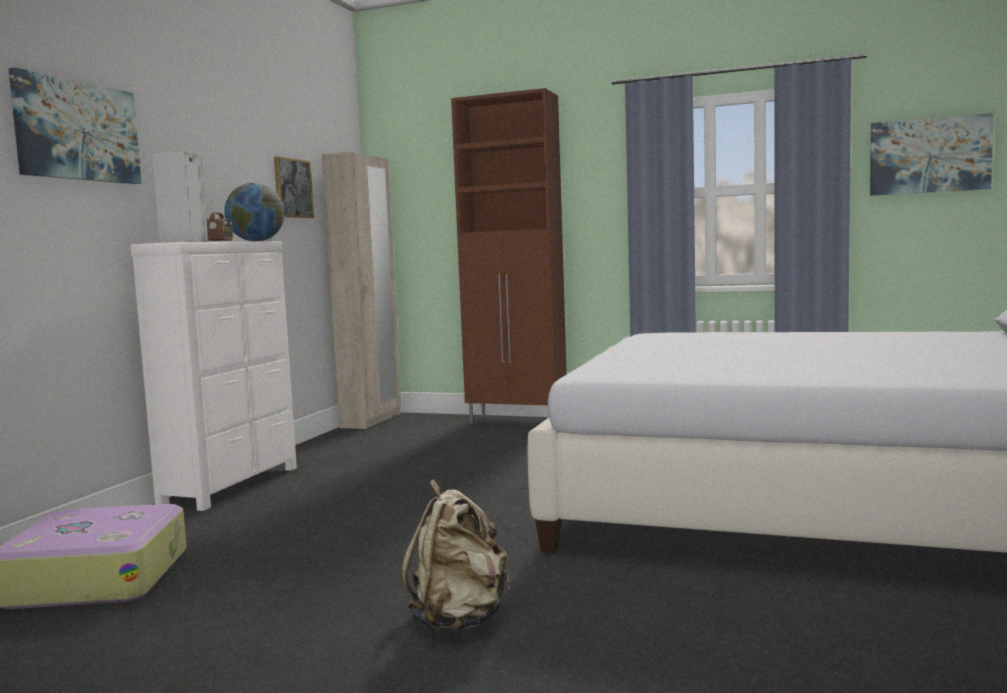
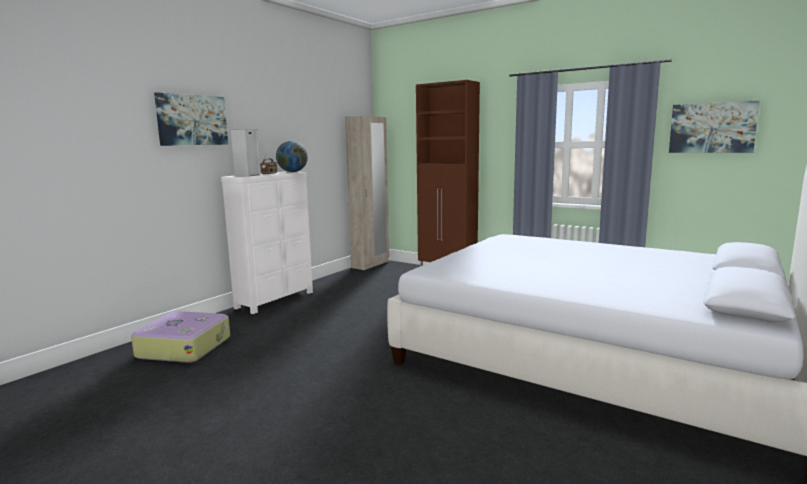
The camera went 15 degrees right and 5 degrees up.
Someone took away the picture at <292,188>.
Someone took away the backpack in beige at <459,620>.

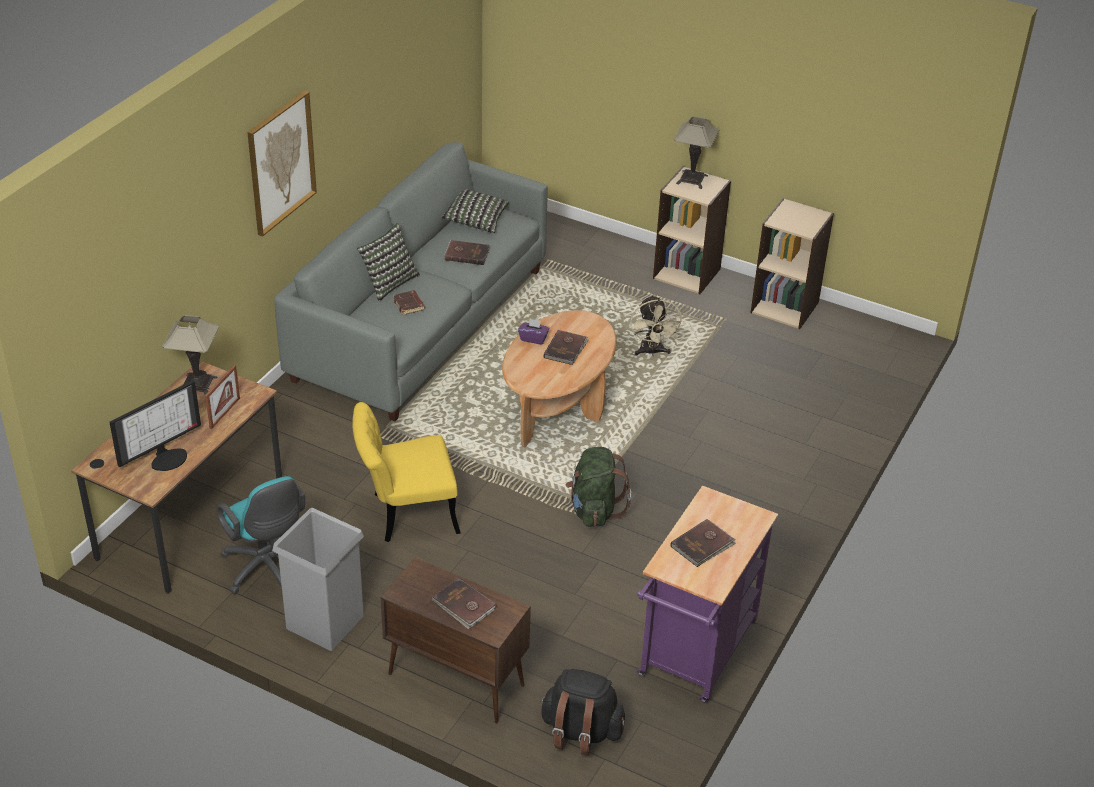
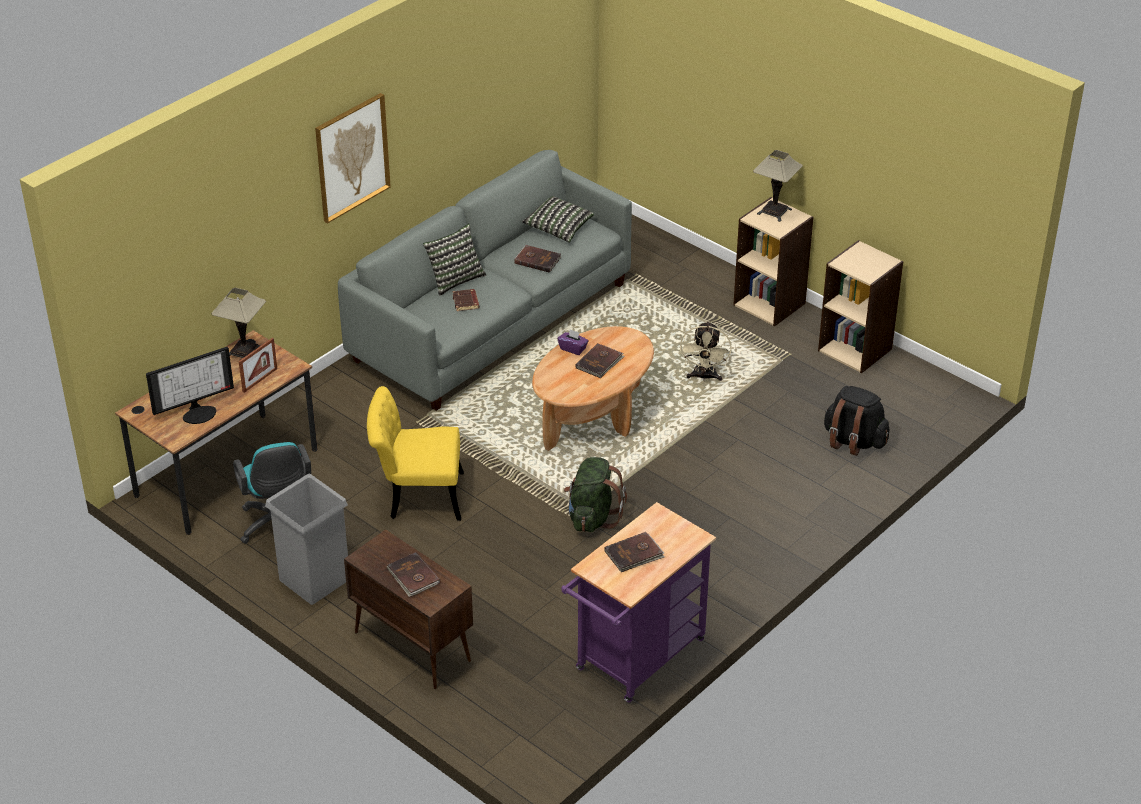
The camera went 15 degrees right and 0 degrees up.
Someone carried the backpack in black from <580,732> to <853,441>.

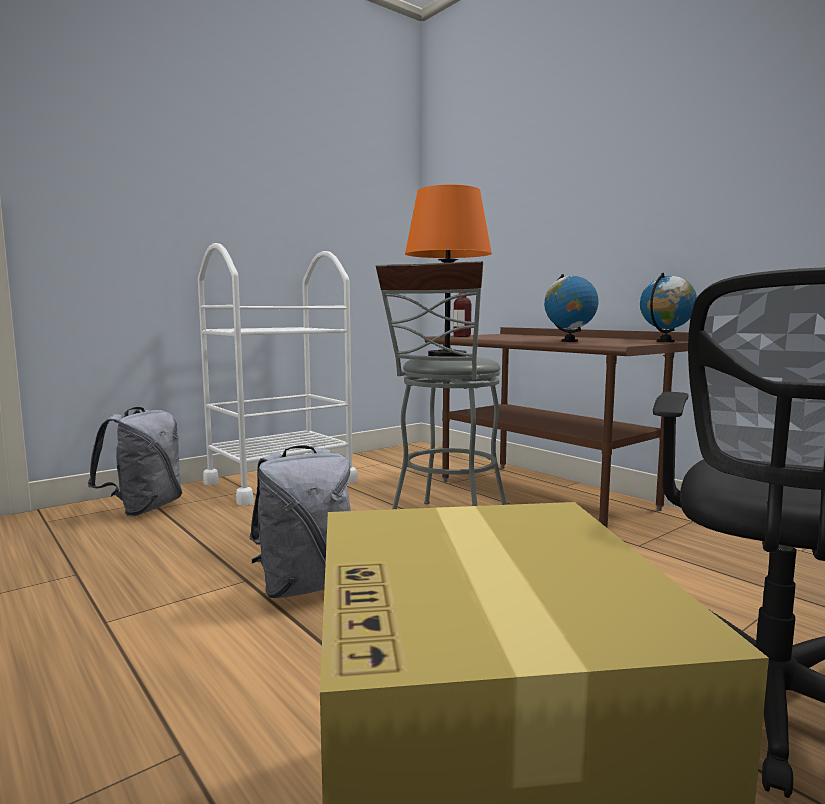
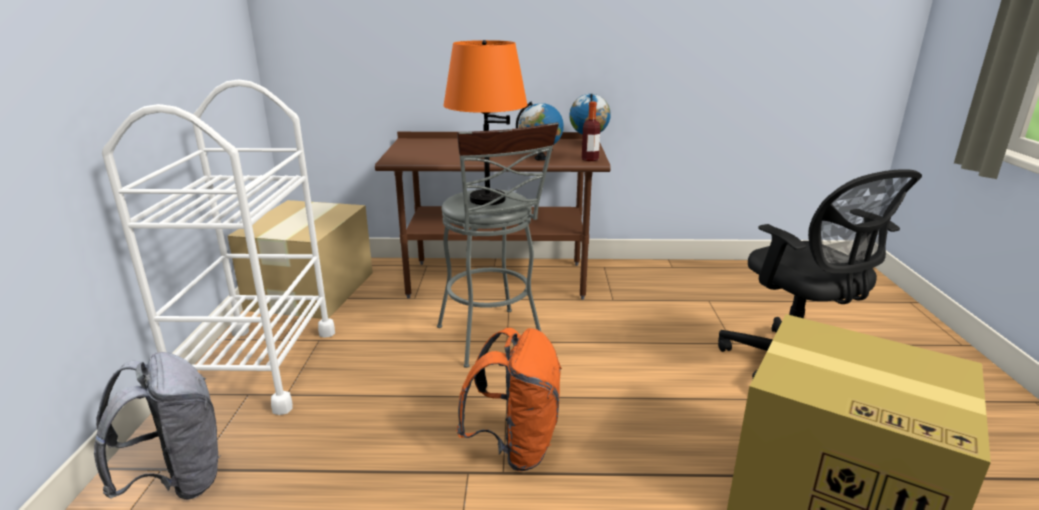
The camera went 50 degrees left and 15 degrees up.
Someone repainted the backpack in grey at <305,586>, which became the backpack in orange at <515,447>.
Someone carried the bottle from <462,336> to <590,159>.
Someone put down the cardboard box at <313,289>.

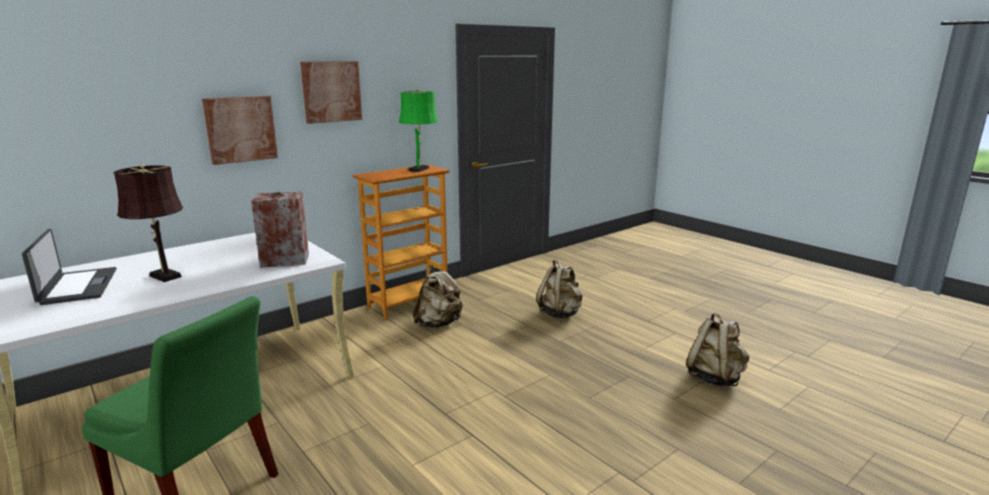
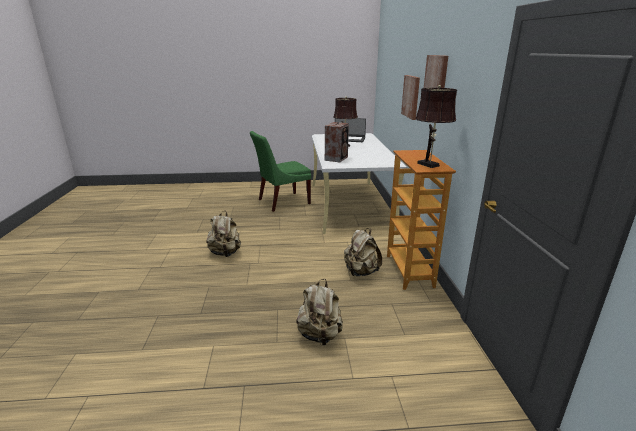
The camera went 125 degrees right and 5 degrees up.
Someone repainted the table lamp in green at <420,169>, which became the table lamp in brown at <429,165>.
Someone carried the backpack in beige from <714,378> to <225,253>.

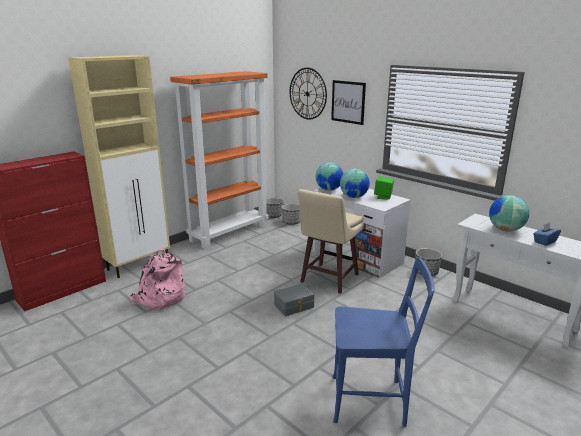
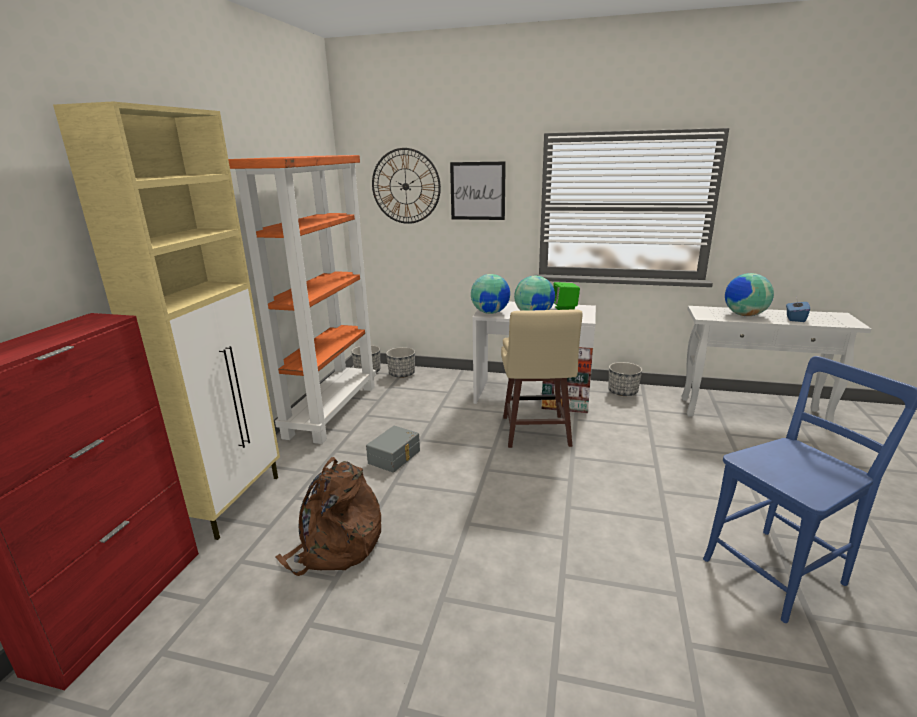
The camera went 30 degrees left and 0 degrees up.
Someone repainted the backpack in pink at <160,298>, which became the backpack in brown at <335,546>.
Someone carried the storage box in grey from <294,306> to <395,457>.

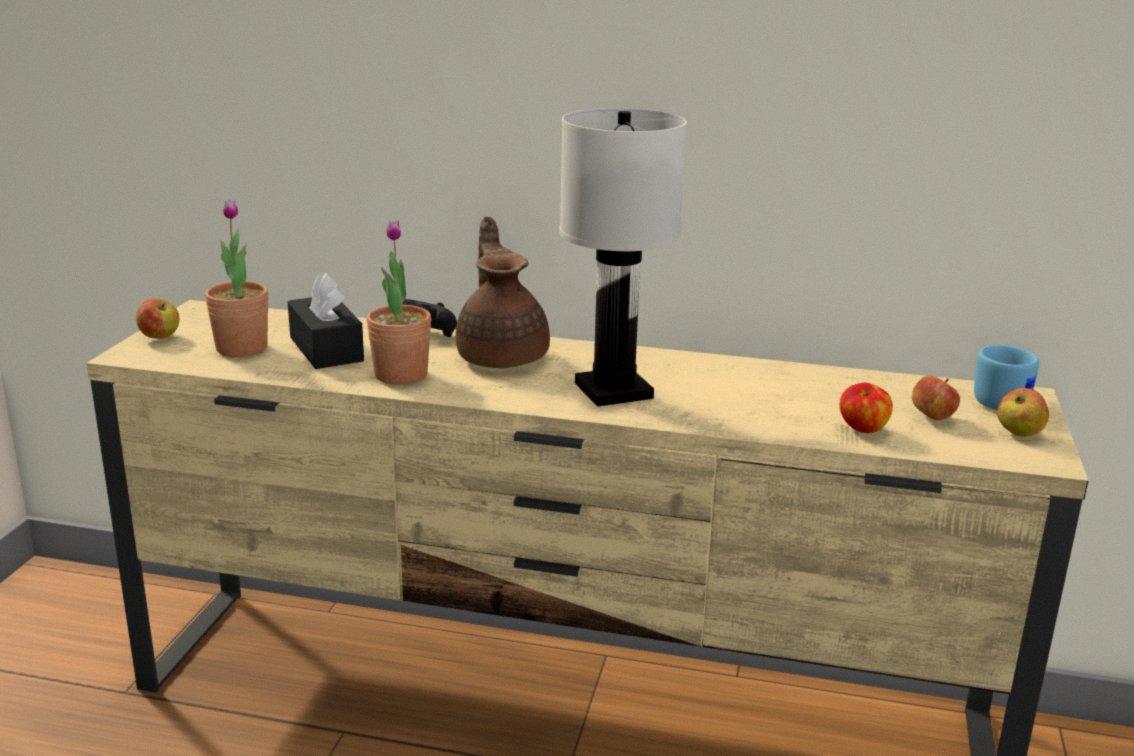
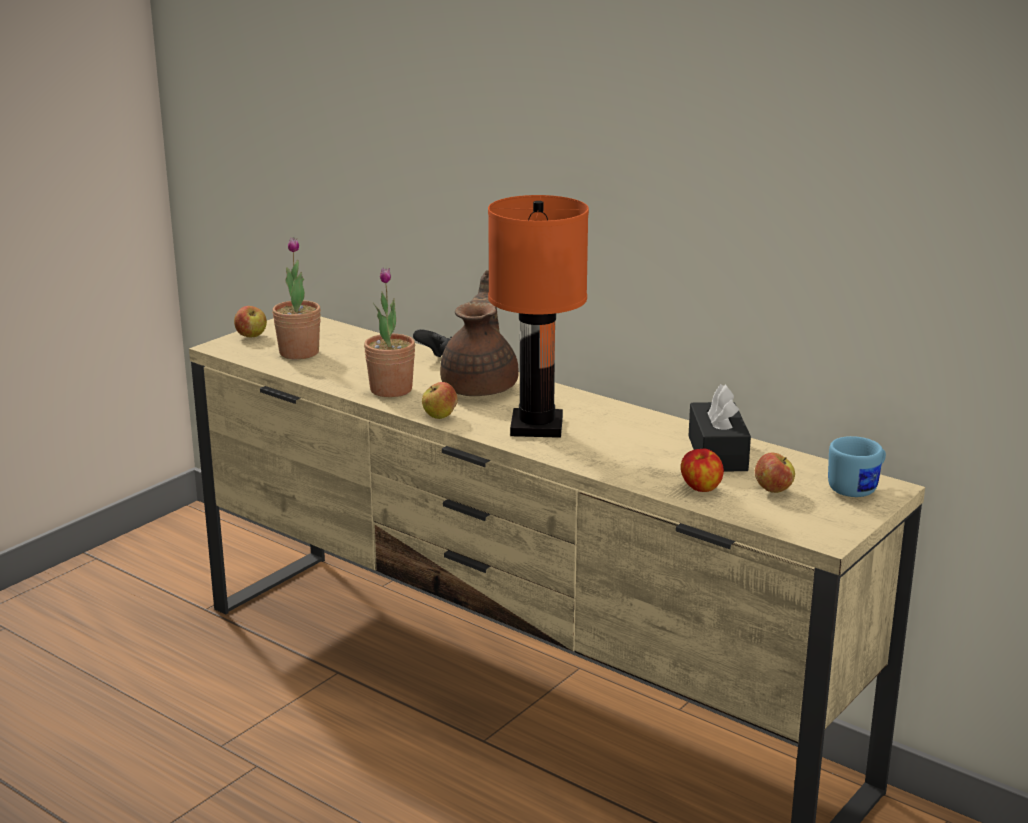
The camera went 25 degrees right and 0 degrees up.
Someone carried the tissue box in black from <326,349> to <717,453>.
Someone repainted the table lamp in white at <613,391>, which became the table lamp in orange at <535,427>.
Someone carried the apple from <1019,433> to <440,416>.

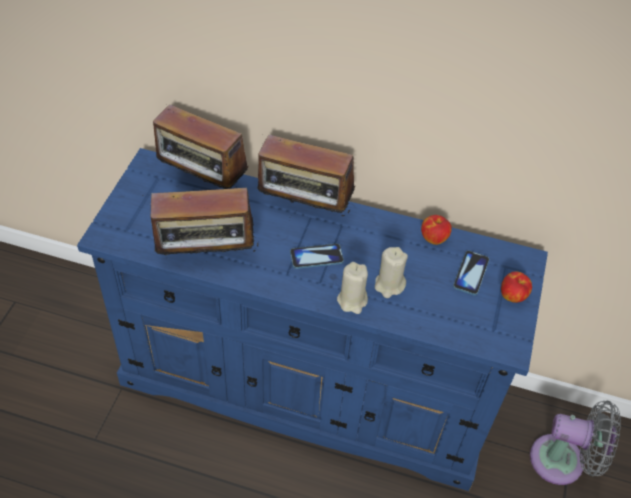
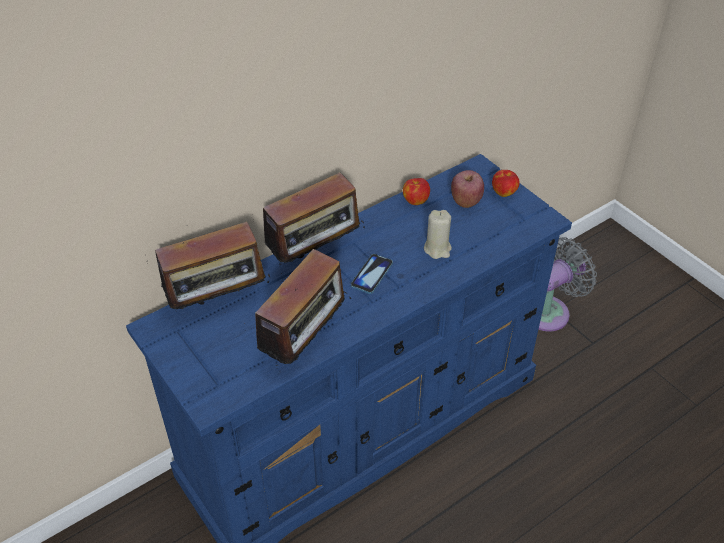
The camera went 50 degrees left and 5 degrees down.
Someone took away the candle in beige at <352,300>.
Someone swapped the phone at <471,273> for the apple at <466,201>.

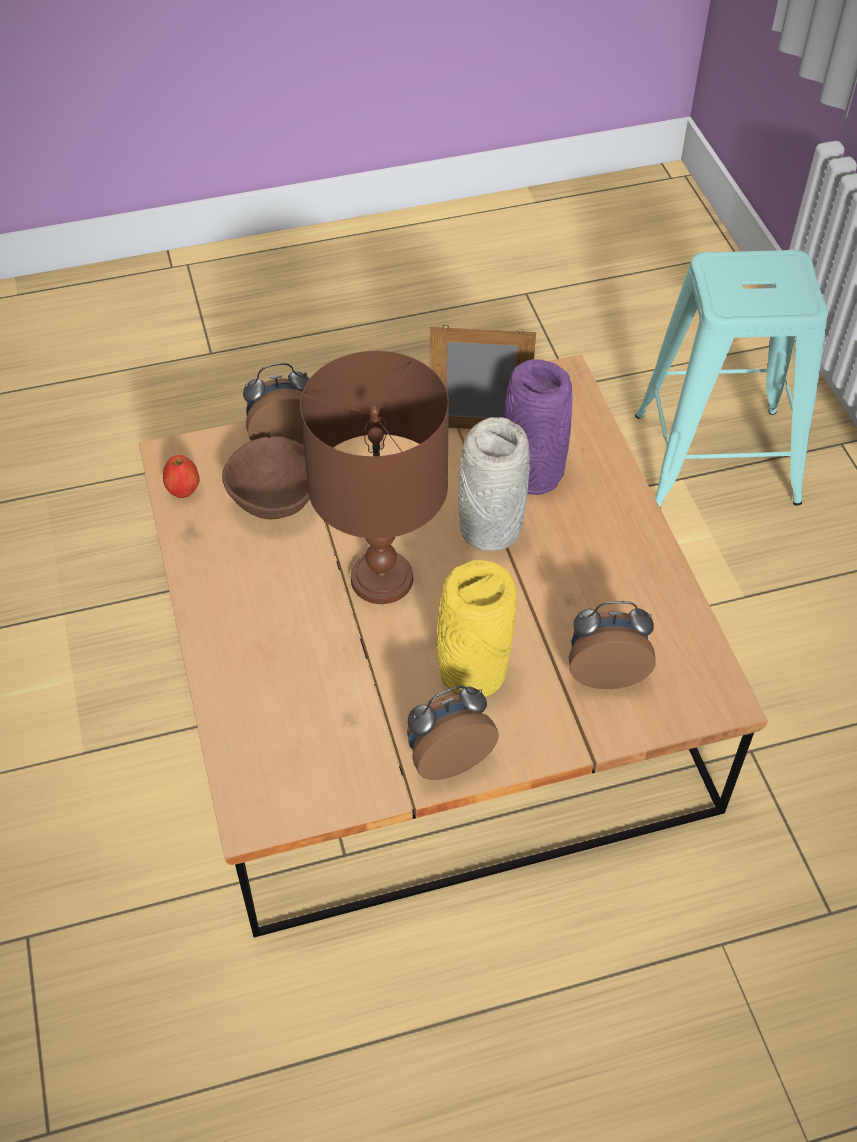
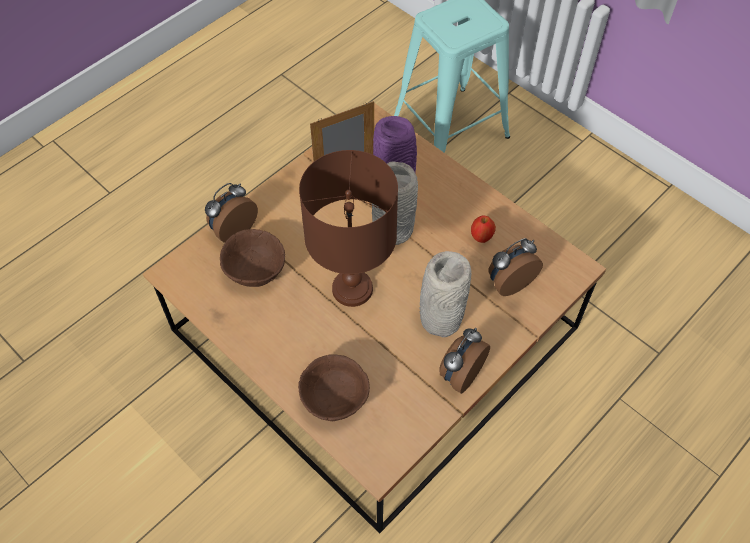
The camera went 30 degrees left and 5 degrees up.
Someone carried the apple from <183,490> to <481,237>.
Someone repainted the vase in yellow at <470,673>, which became the vase in grey at <439,320>.
Someone put down the bowl in brown at <334,400>.

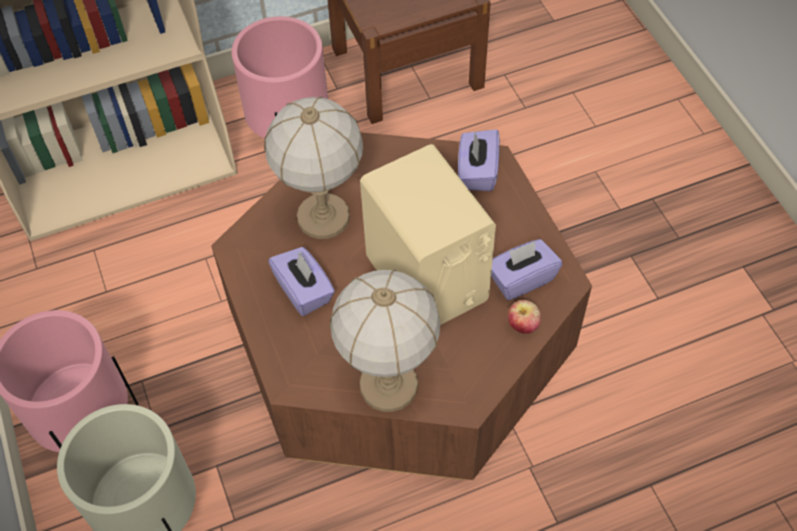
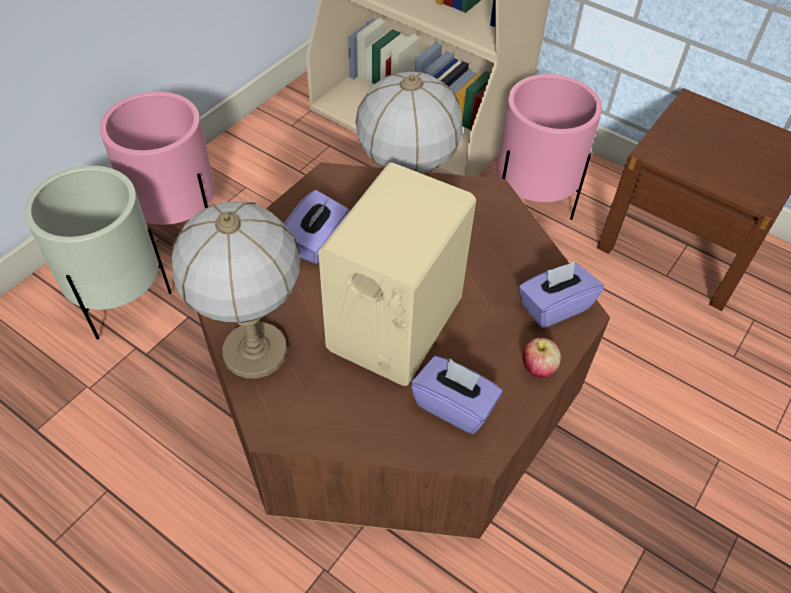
The camera went 55 degrees right and 5 degrees down.
Someone carried the apple from <523,325> to <538,368>.

